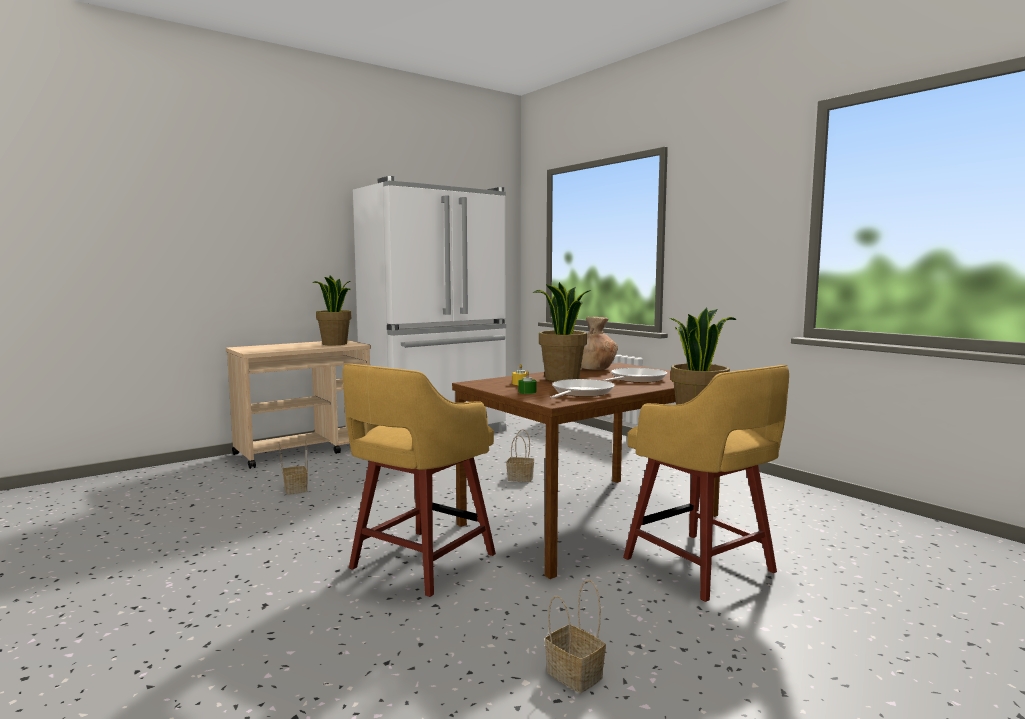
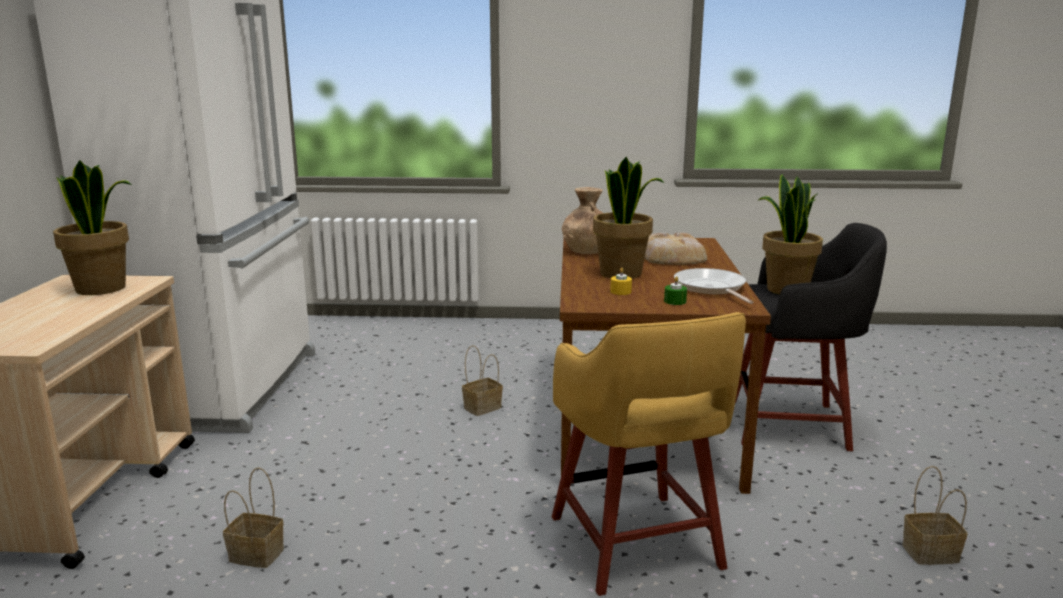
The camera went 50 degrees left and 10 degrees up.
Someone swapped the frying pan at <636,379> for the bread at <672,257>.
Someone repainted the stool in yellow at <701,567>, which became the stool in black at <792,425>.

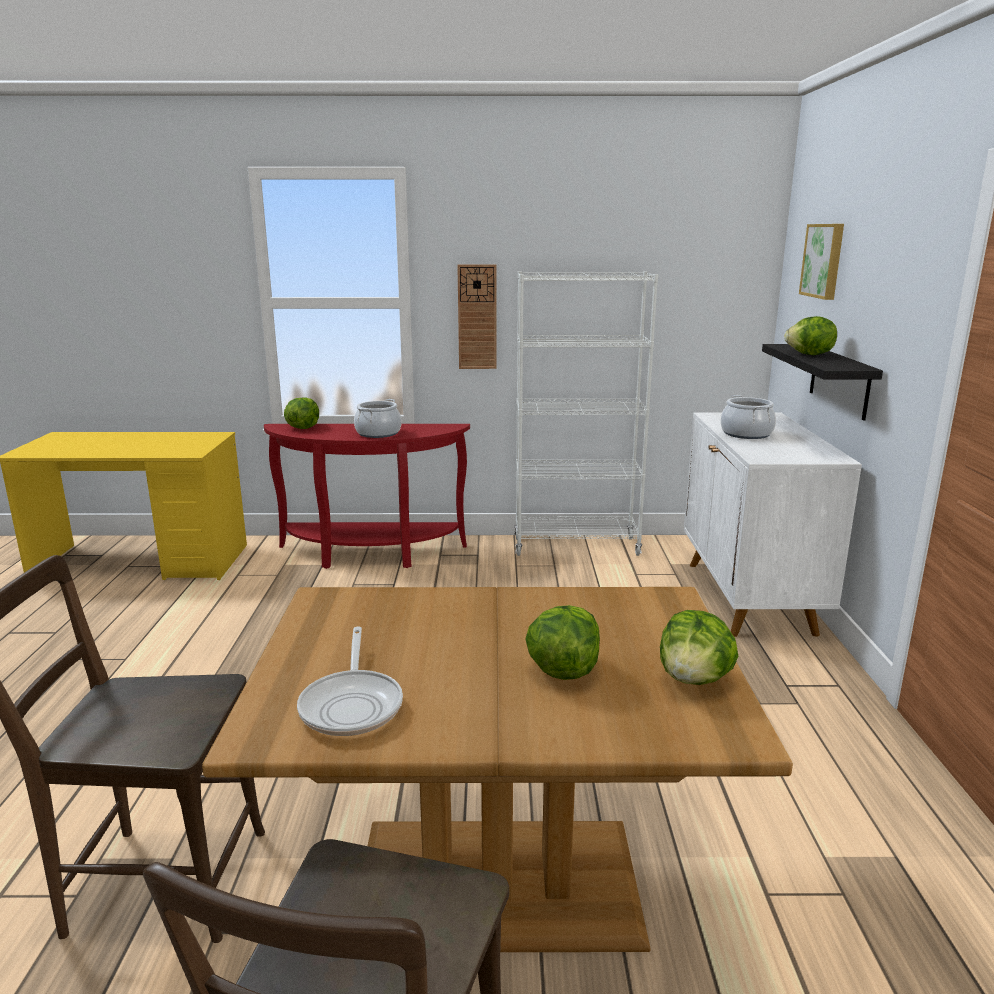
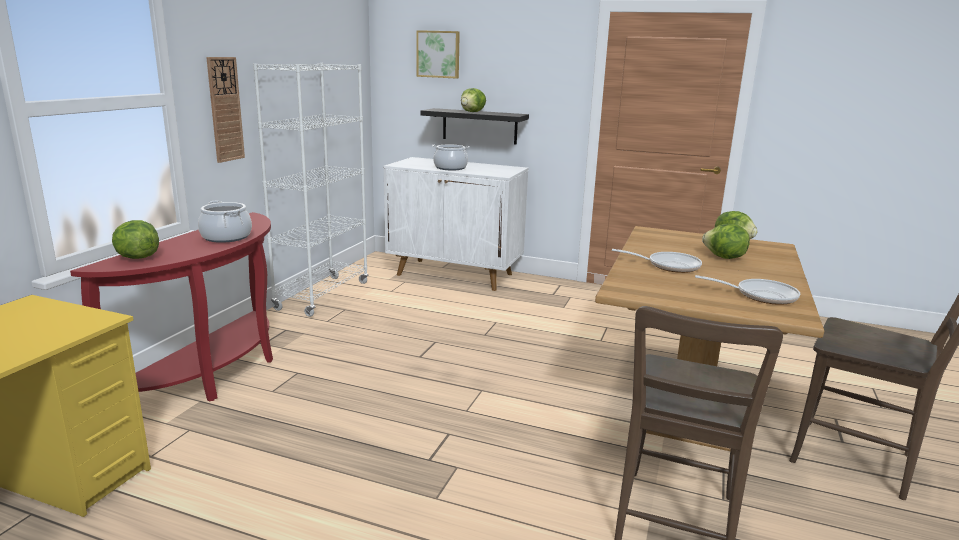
The camera went 70 degrees left and 0 degrees up.
Someone put down the frying pan at <669,266>.

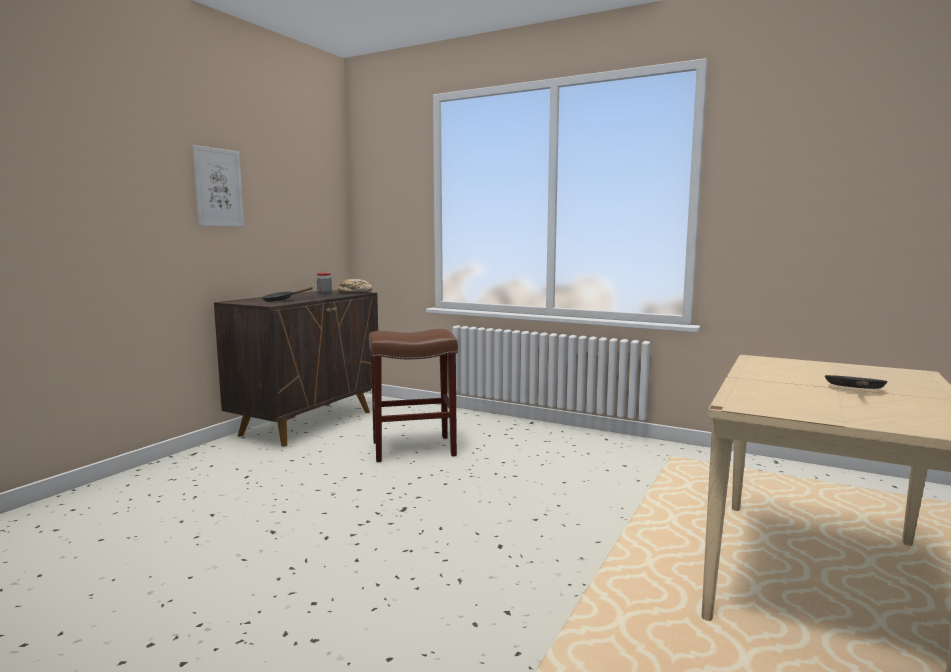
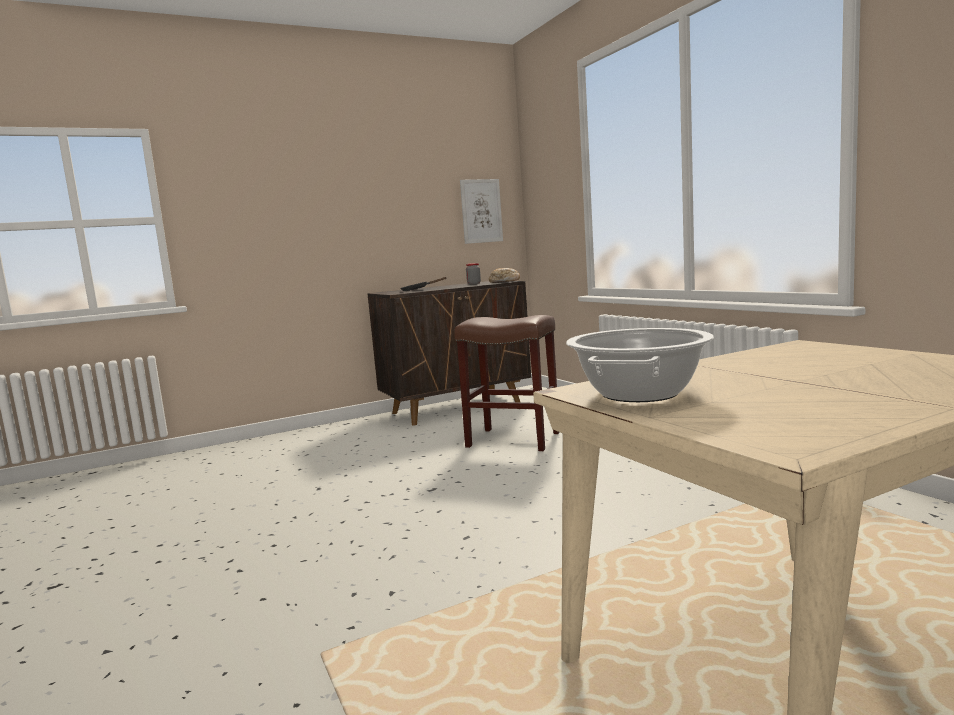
The camera went 35 degrees right and 0 degrees up.
Someone carried the picture from <218,187> to <481,211>.
Someone took away the frying pan in black at <855,390>.
Someone put down the cooking pot at <640,393>.

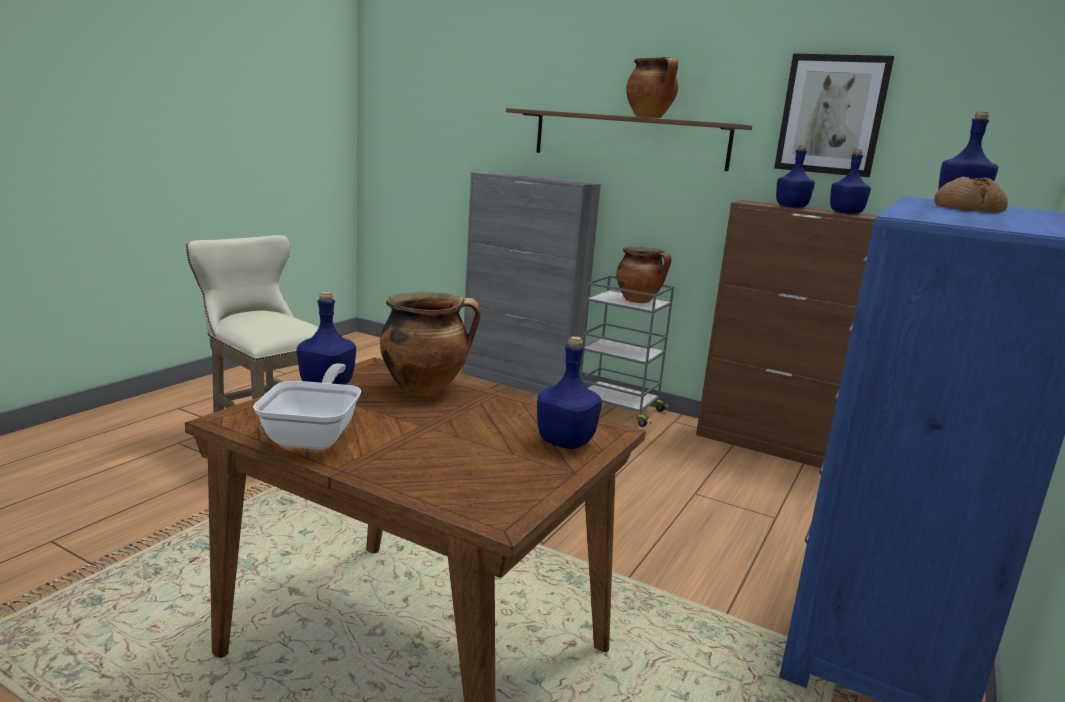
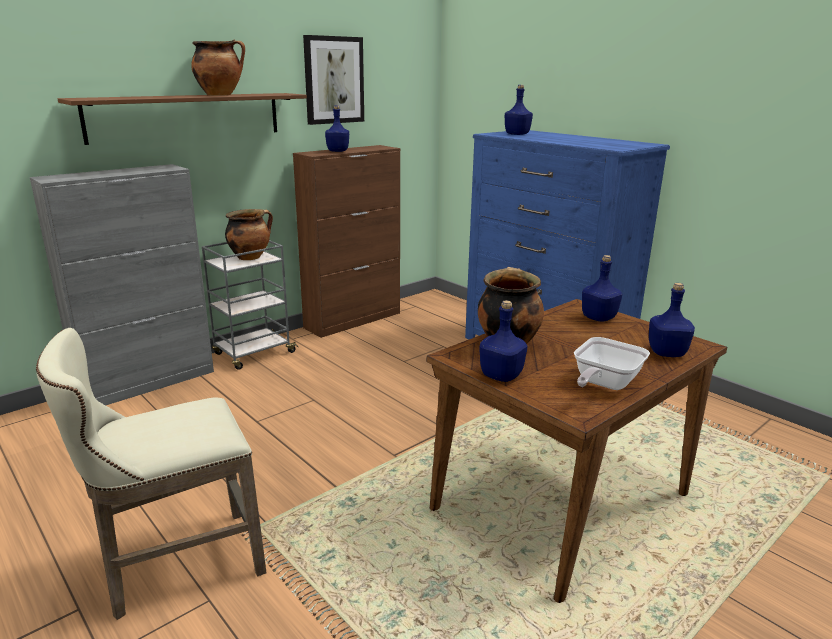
The camera went 70 degrees left and 5 degrees up.
Someone rotated the frying pan at <315,435> by 75 degrees counterclockwise.
Someone carried the bottle in blue from <846,213> to <666,352>.
Someone took away the bread at <968,209>.

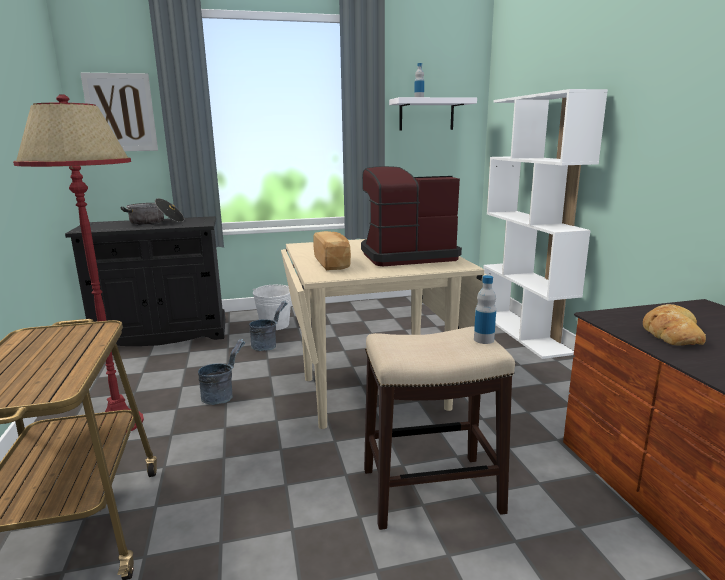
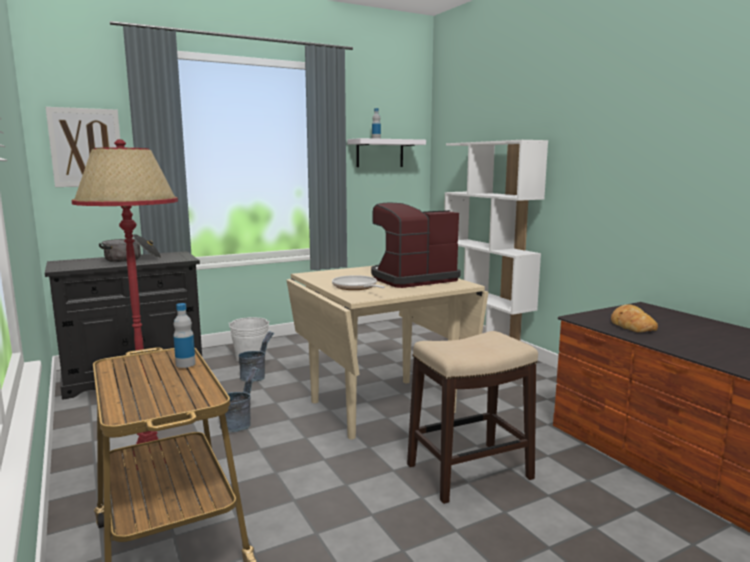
The camera went 15 degrees left and 5 degrees down.
Someone swapped the bread at <333,263> for the frying pan at <356,287>.
Someone carried the bottle from <483,340> to <185,364>.

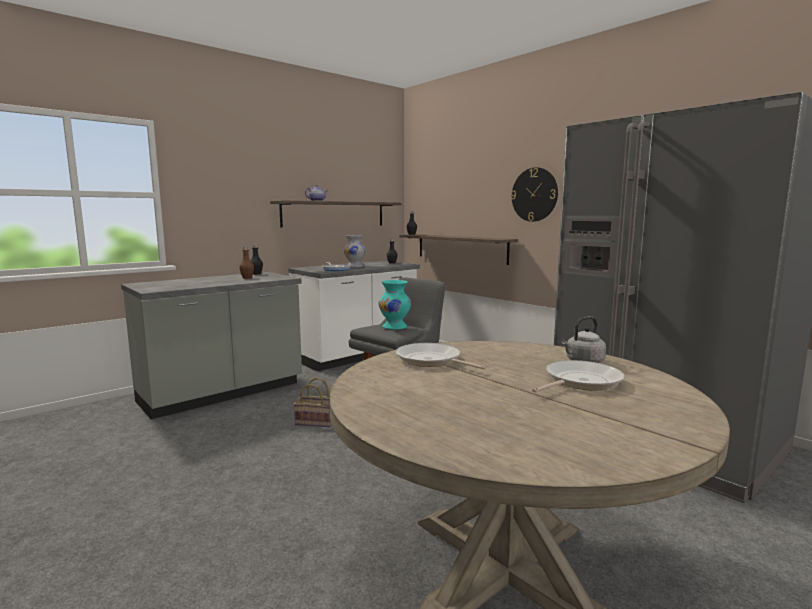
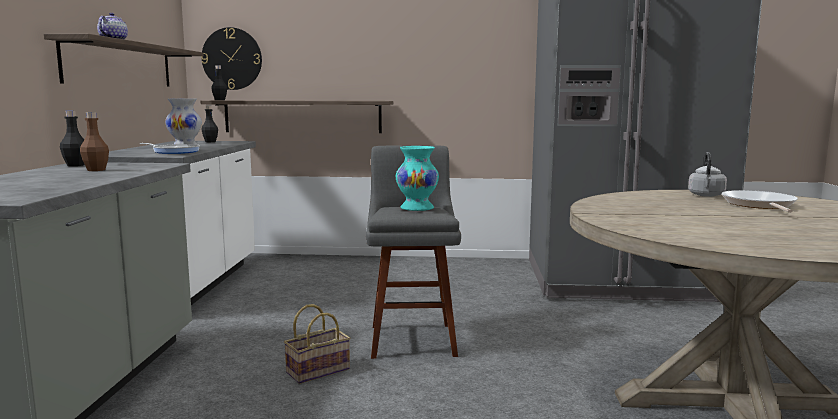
The camera went 45 degrees left and 0 degrees up.
Someone took away the frying pan at <431,360>.
Someone carried the wall clock from <534,194> to <232,59>.

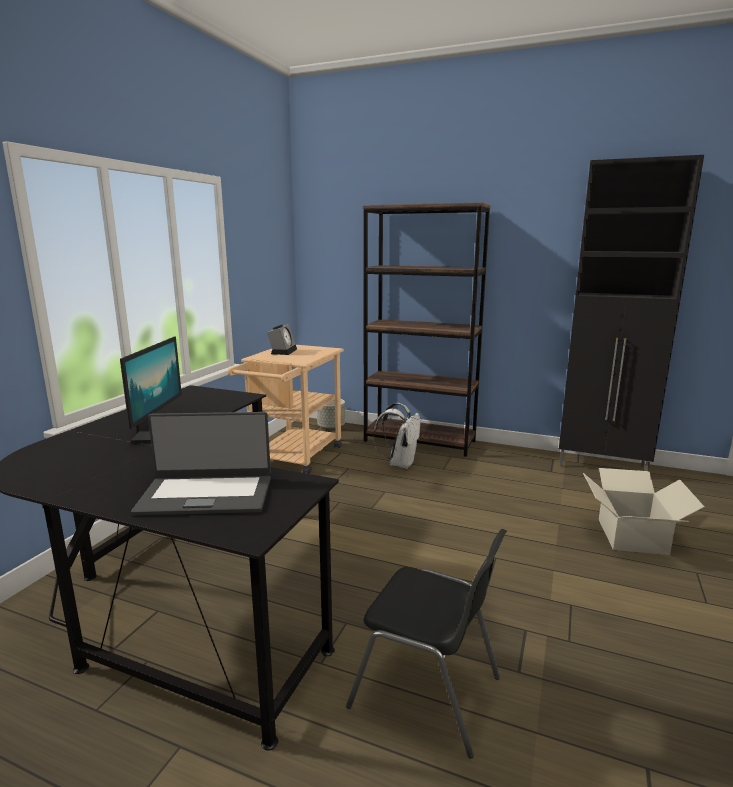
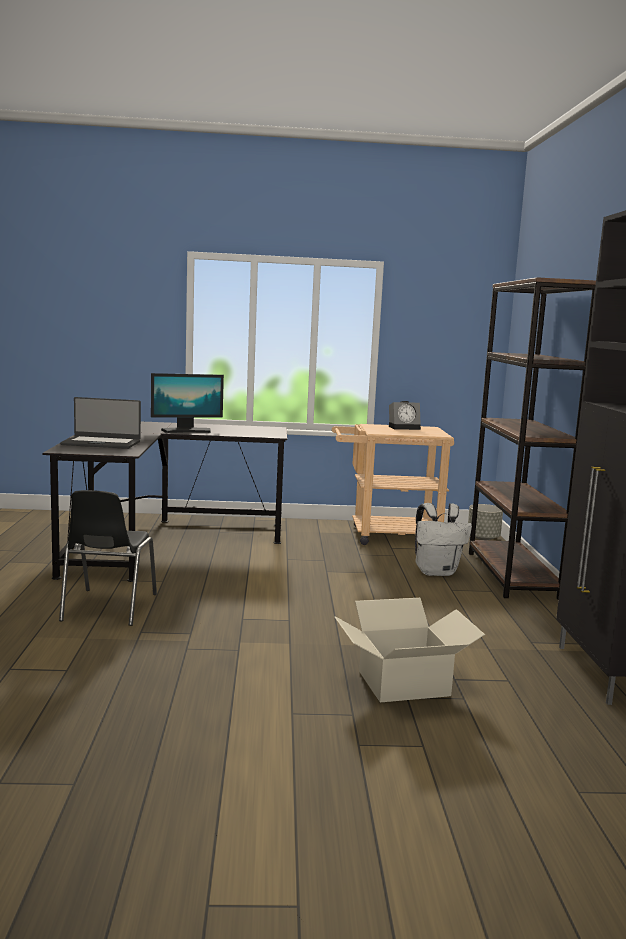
The camera went 65 degrees right and 5 degrees down.
Someone rotated the laptop at <206,494> by 60 degrees counterclockwise.

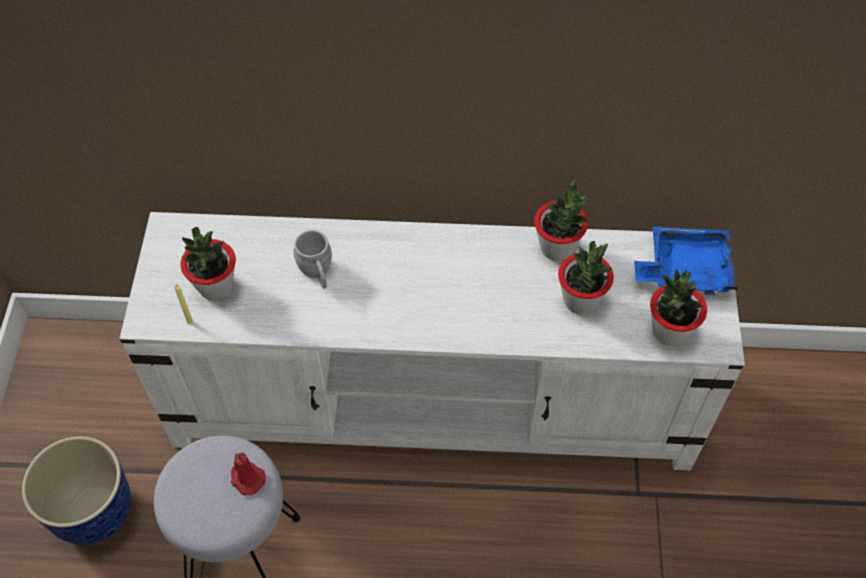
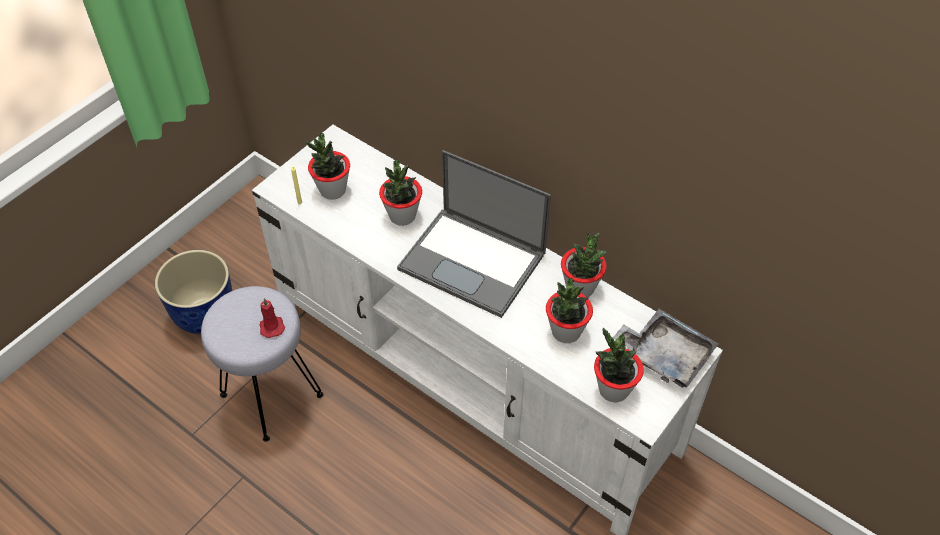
The camera went 35 degrees right and 5 degrees down.
Someone swapped the mug in grey at <317,273> for the potted plant at <402,216>.
Someone repainted the tray in blue at <685,269>, which became the tray in grey at <665,355>.
Someone put down the laptop at <474,261>.

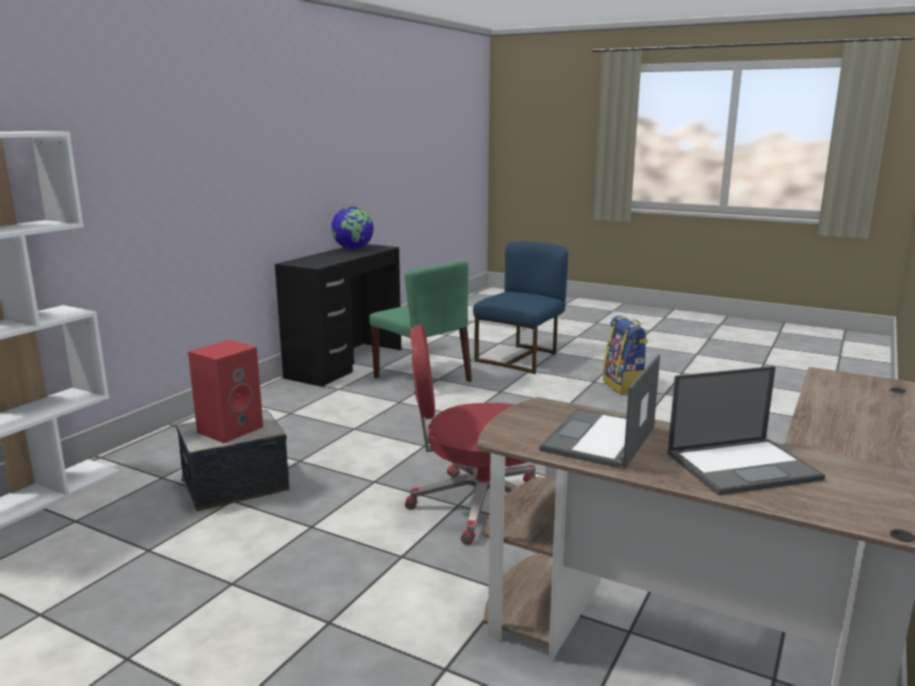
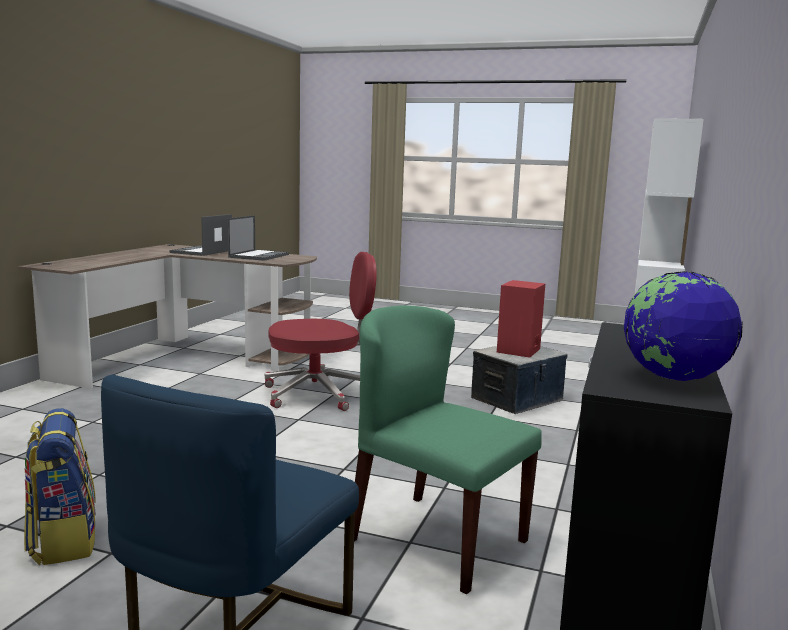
The camera went 170 degrees right and 5 degrees down.
Someone rotated the laptop at <743,466> by 45 degrees counterclockwise.

